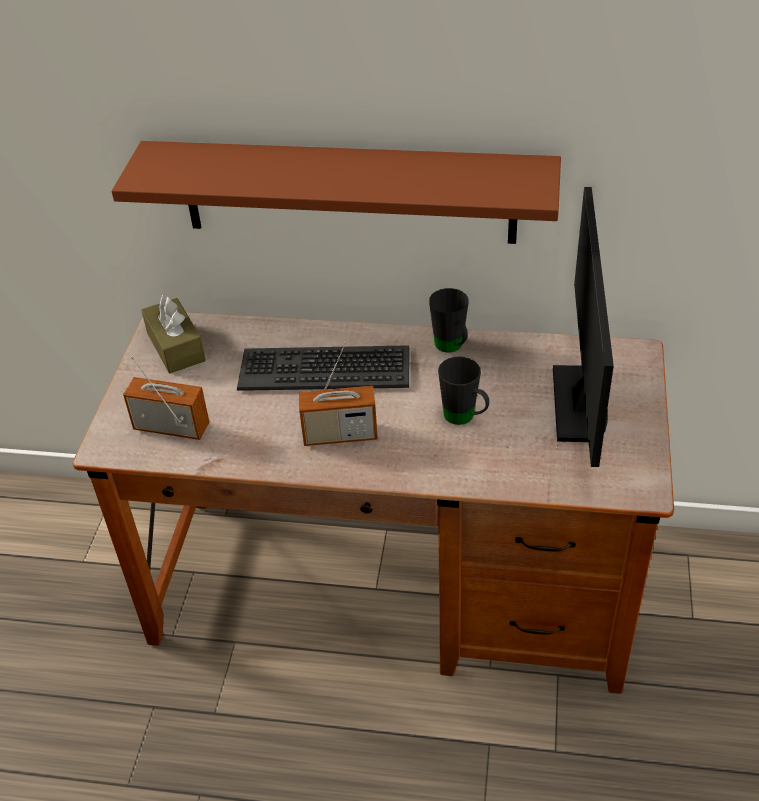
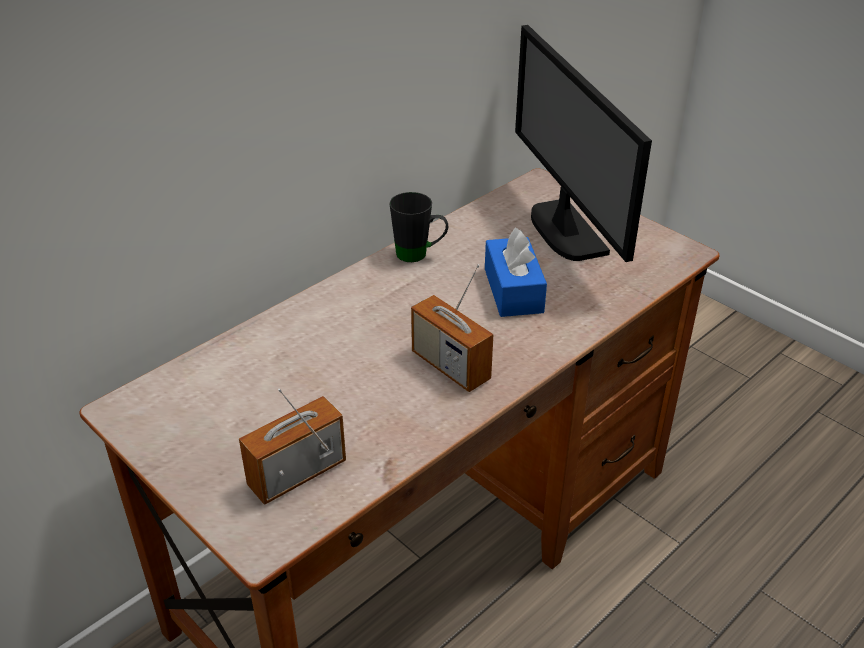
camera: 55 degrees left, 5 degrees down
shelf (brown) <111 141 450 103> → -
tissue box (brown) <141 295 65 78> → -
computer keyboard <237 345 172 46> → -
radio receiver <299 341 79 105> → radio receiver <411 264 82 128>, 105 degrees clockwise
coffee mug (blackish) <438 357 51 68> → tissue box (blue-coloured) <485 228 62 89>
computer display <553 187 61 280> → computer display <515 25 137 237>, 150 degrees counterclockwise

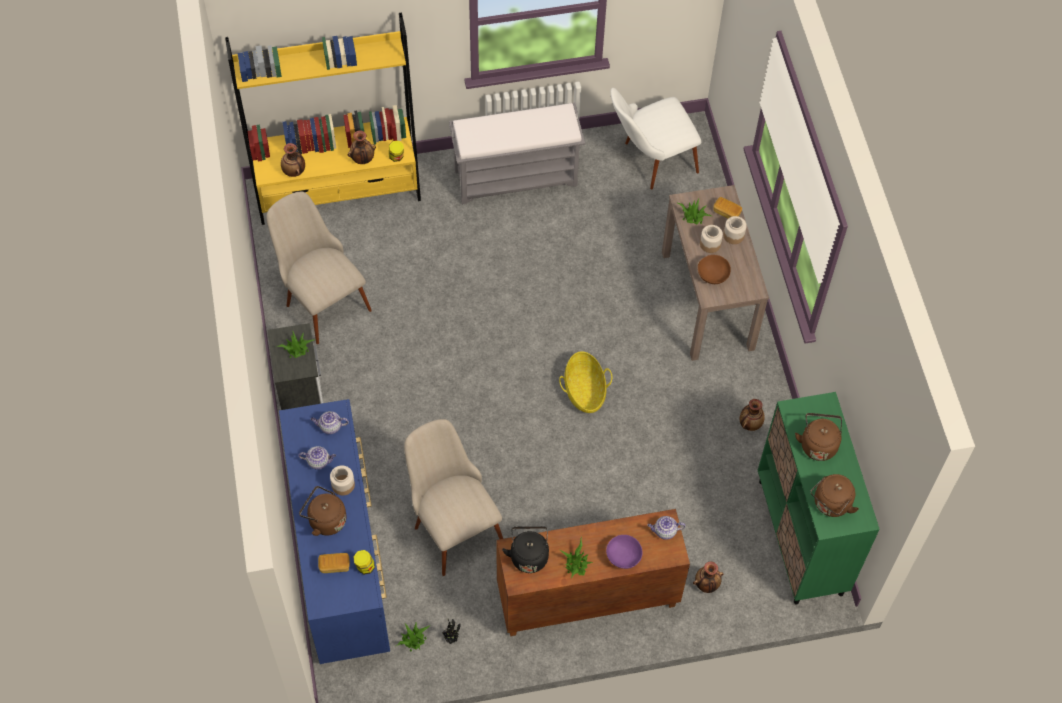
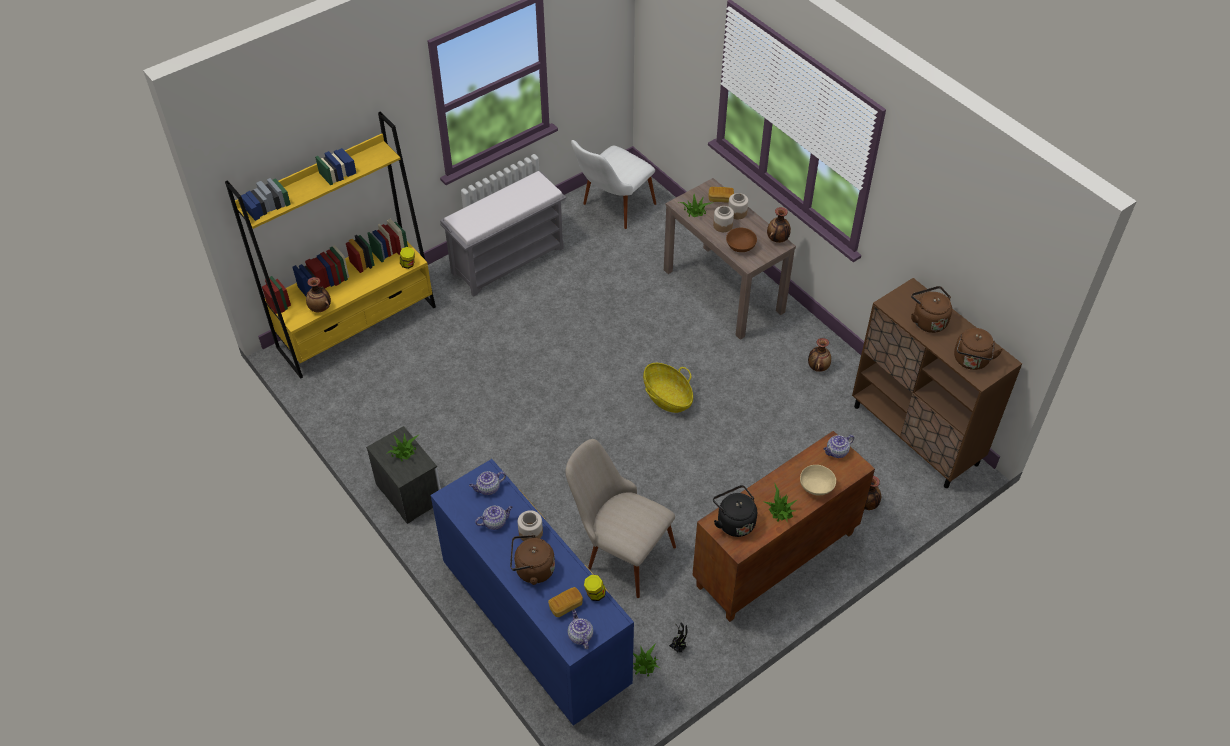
camera: 25 degrees left, 10 degrees down
plain chair (beige-coloured) <266 192 106 152> → -
decorative vase <348 130 28 34> → decorative vase <767 207 24 36>, move
deep dish (purple) <606 535 37 34> → deep dish (beige-coloured) <800 465 36 30>
cupboard (green) <758 392 122 212> → cupboard (brown) <852 278 170 210>
- → teapot <568 609 25 40>

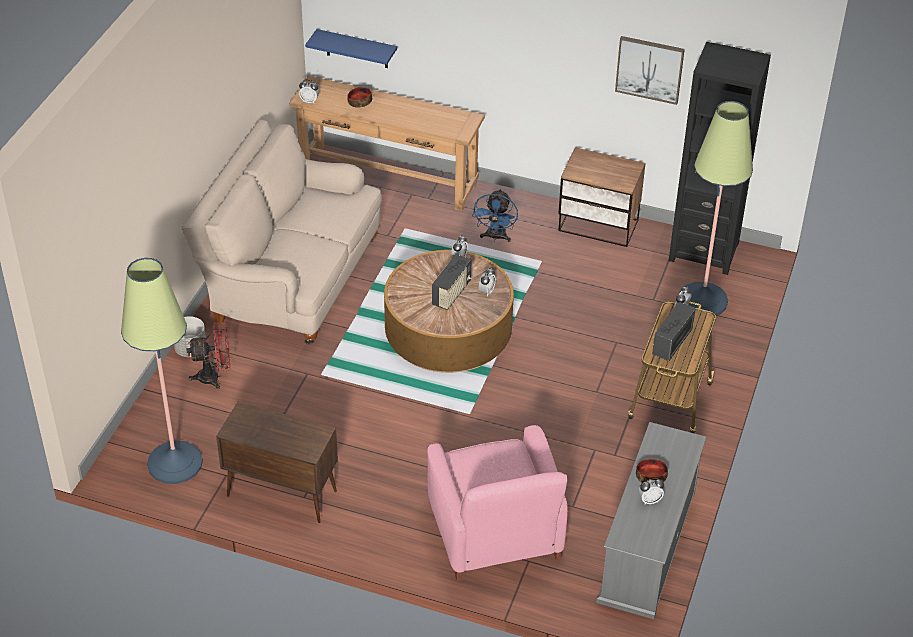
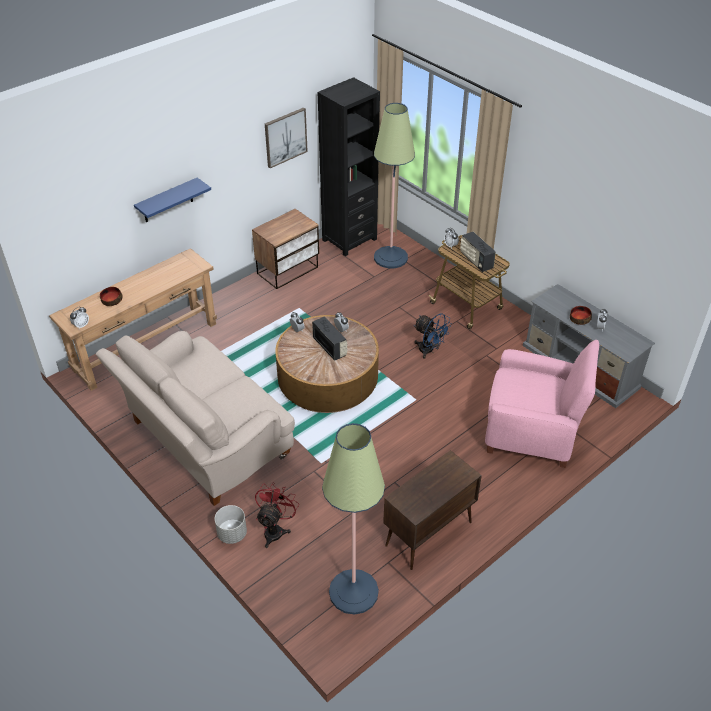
camera: 60 degrees left, 0 degrees up
shelf (blue-coloured) <305 29 92 39> → shelf (blue-coloured) <134 178 77 44>, move
cooling fan (blue-coloured) <472 189 46 53> → cooling fan (blue-coloured) <414 313 38 46>, move

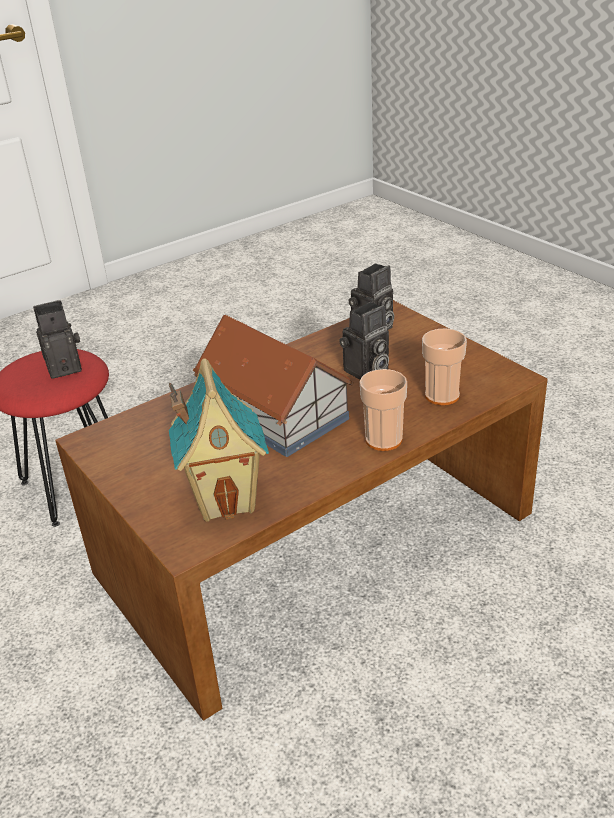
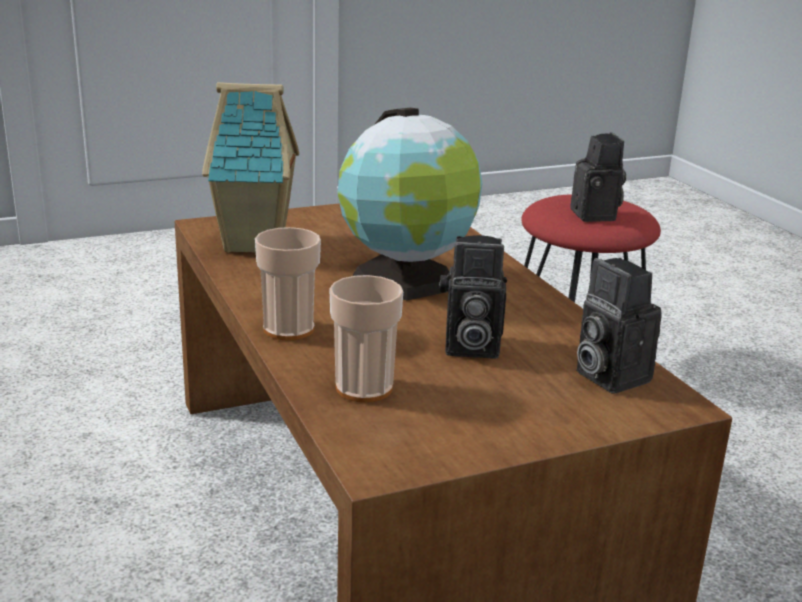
camera: 100 degrees right, 10 degrees down
toy house <193 315 161 142> → world globe <337 108 145 192>
photo camera <339 302 50 78> → photo camera <439 235 68 124>, 60 degrees counterclockwise

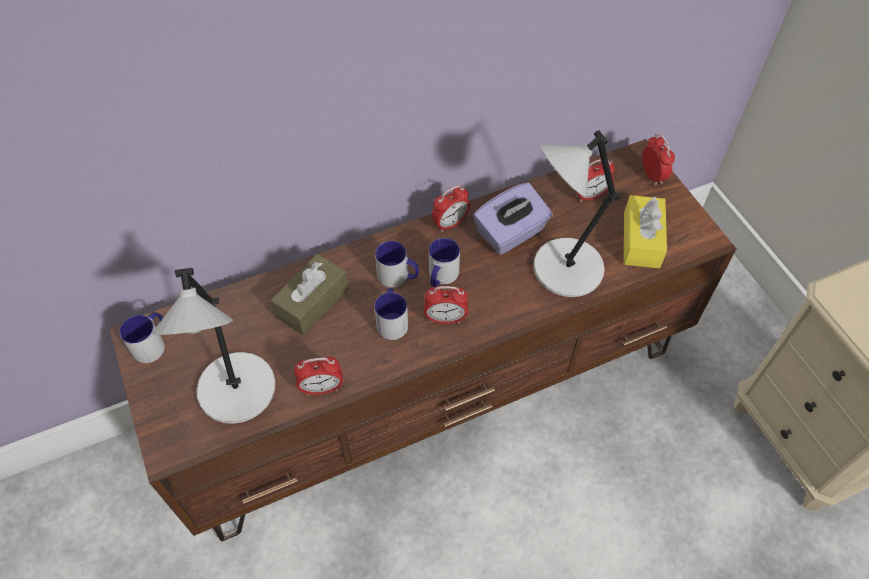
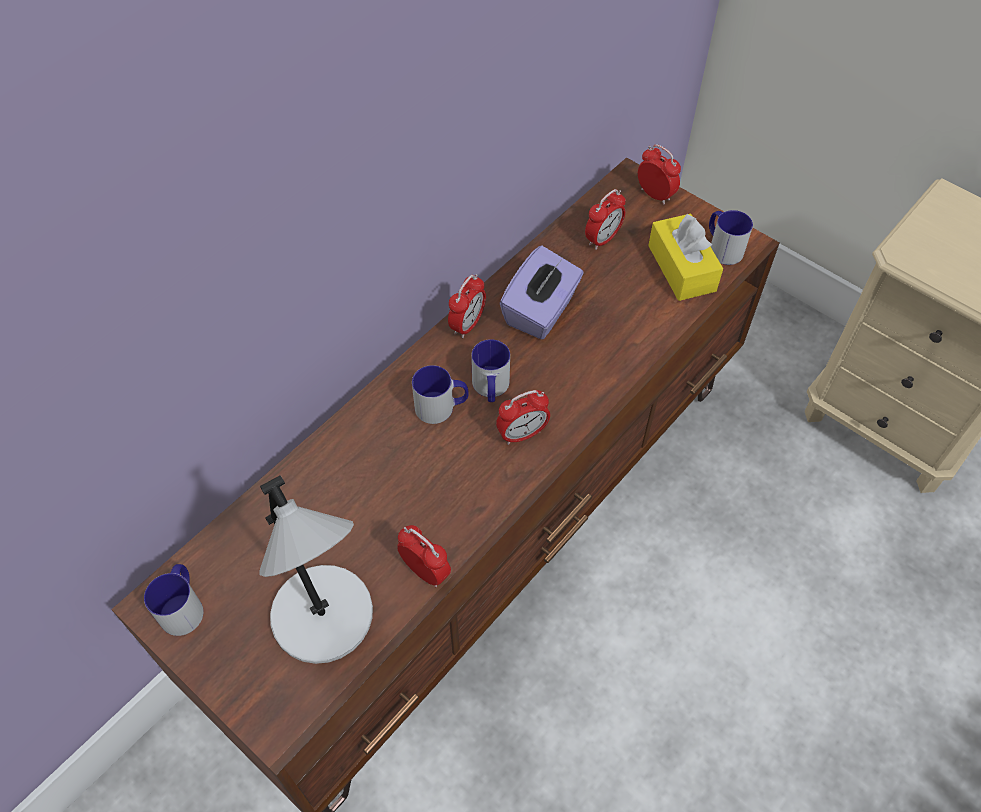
camera: 25 degrees left, 0 degrees up
tissue box (brown) <271 254 77 81> → -
alarm clock <294 357 49 38> → alarm clock <397 525 54 62>, 105 degrees counterclockwise
coffee mug <374 288 34 52> → coffee mug <709 210 44 55>, move
tabletop lamp (greyish) <534 130 85 167> → -

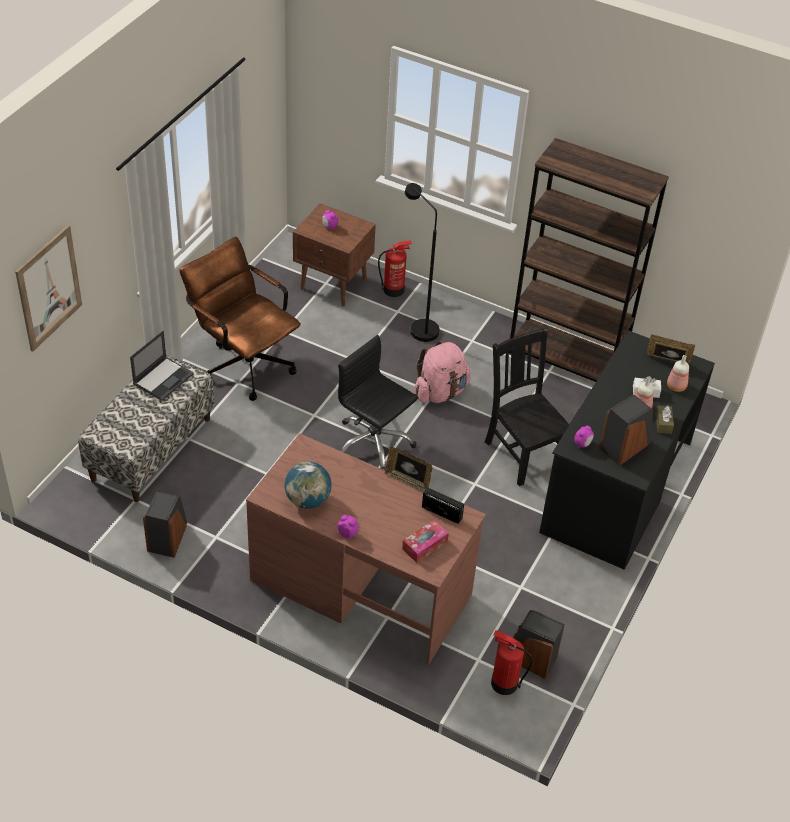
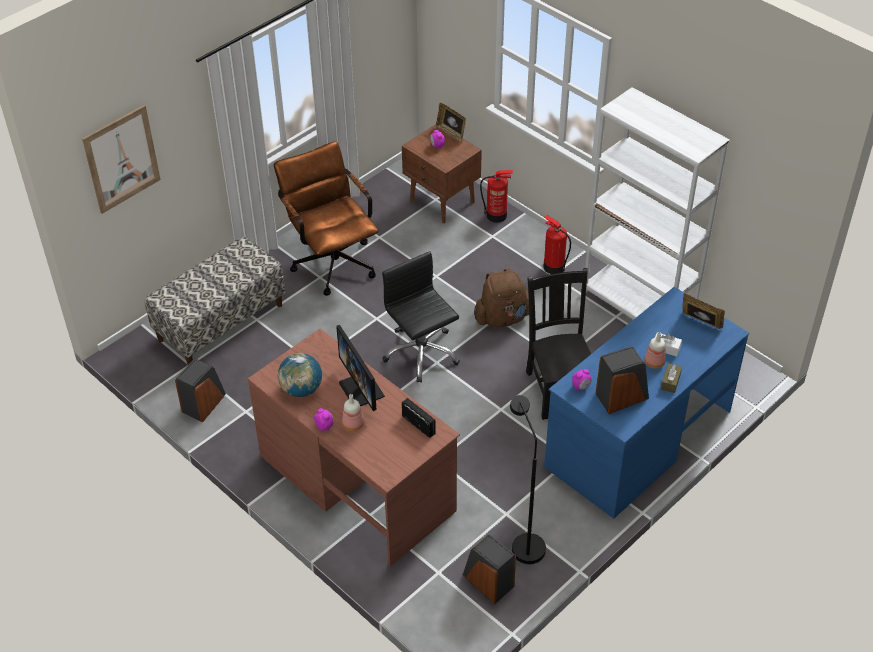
camera: 20 degrees right, 0 degrees up
laptop <130 331 64 70> → -
photo frame <385 447 47 46> → photo frame <436 103 30 40>, move
tissue box <402 520 47 43> → -
standard lamp (blackish) <405 183 34 159> → standard lamp (blackish) <510 395 36 169>, move
knapsack (pink) <414 340 57 63> → knapsack (brown) <474 269 55 59>
fire extinguisher <491 630 42 65> → fire extinguisher <544 215 27 59>, move
bookcase (brown) <509 138 160 244> → bookcase (white-coloured) <585 87 145 233>
desk (blackish) <539 330 176 239> → desk (blue-coloured) <544 287 205 231>
bottle <667 355 22 37> → bottle <342 394 22 37>, move
- → computer display <336 325 49 86>

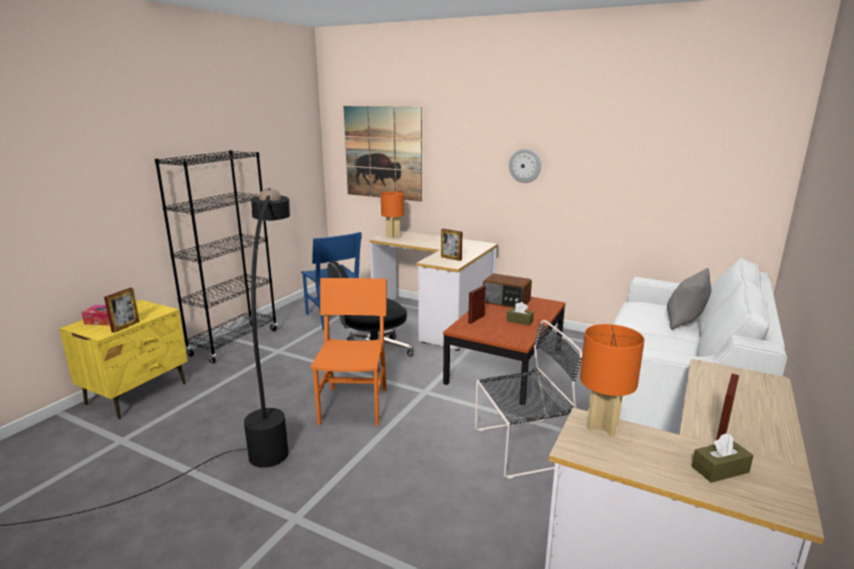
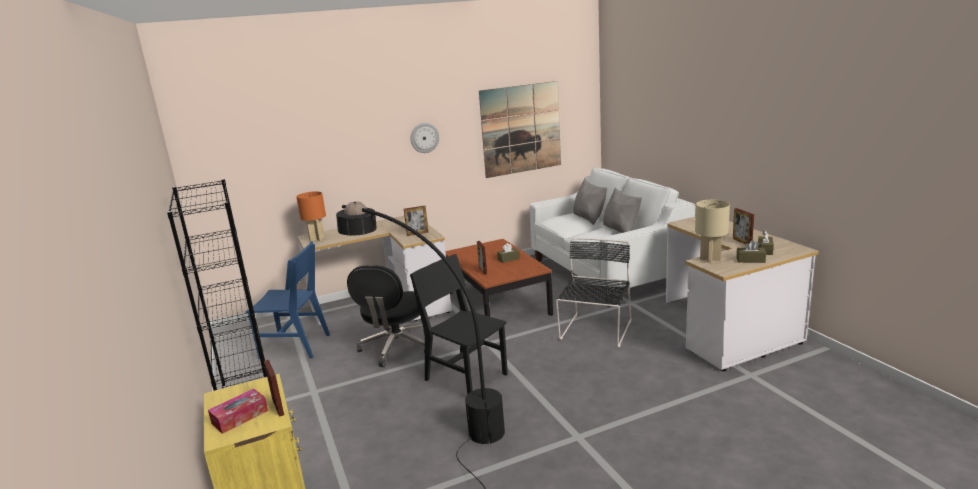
camera: 50 degrees left, 0 degrees up
plain chair (orange-coloured) <310 278 77 148> → plain chair (blackish) <410 254 98 141>
wall picture <344 106 78 96> → wall picture <479 81 82 97>, move
radio receiver <483 274 49 34> → -
tabletop lamp (orange-coloured) <580 324 65 112> → tabletop lamp (beige-coloured) <695 200 35 63>
- → cushion (greyish) <603 188 39 45>
- → tissue box (brown) <736 240 30 23>

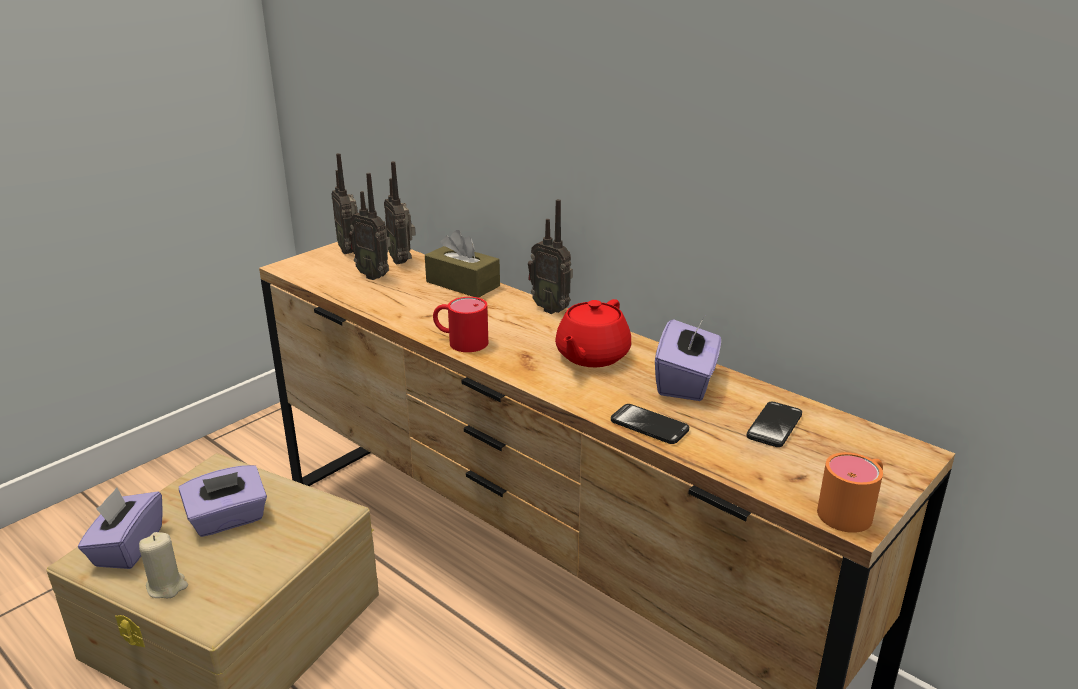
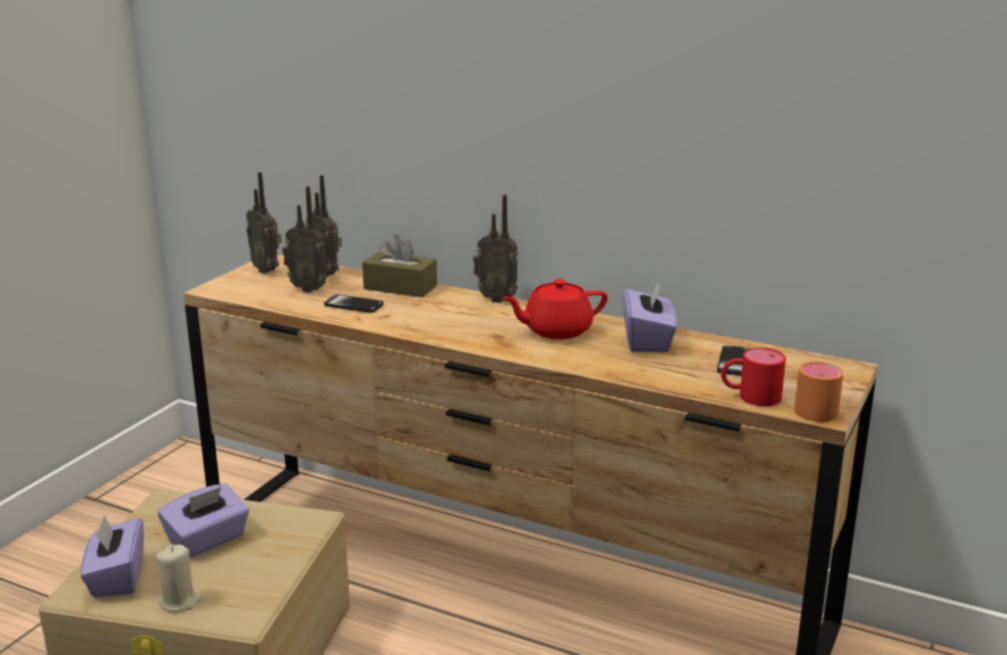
camera: 15 degrees left, 5 degrees down
coffee mug (red) <433 297 55 55> → coffee mug (red) <721 348 65 58>, move
teapot (red) <555 299 76 68> → teapot (red) <502 279 106 60>, 60 degrees clockwise
phone <611 404 78 40> → phone <324 295 59 18>, move

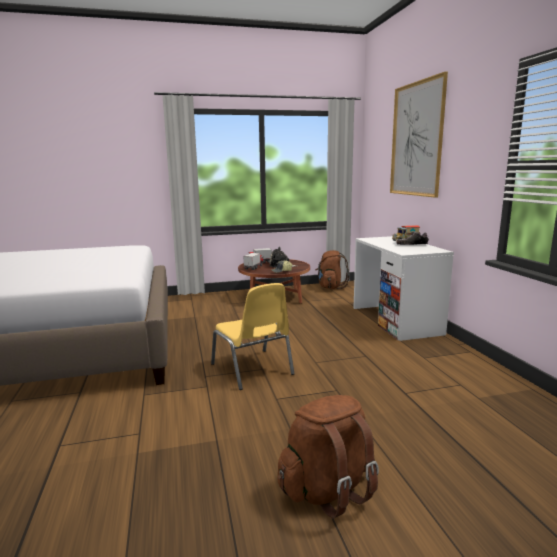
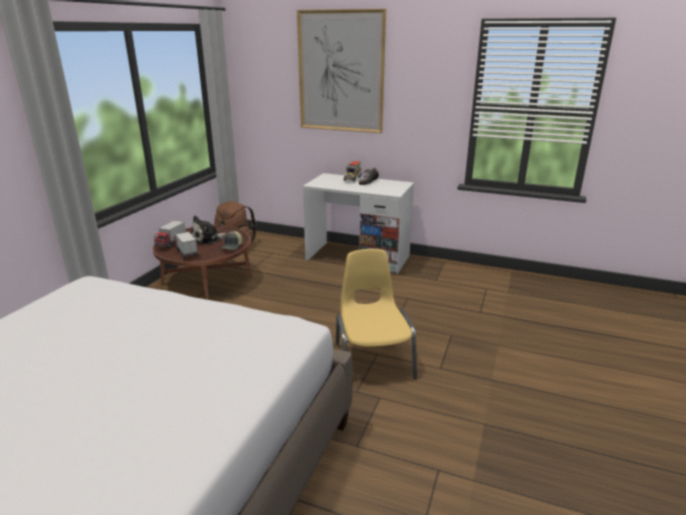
camera: 55 degrees left, 10 degrees up
plain chair (yellow-coloured) <211 283 84 107> → plain chair (yellow-coloured) <336 249 81 130>, 105 degrees counterclockwise
knapsack (brown) <278 395 101 123> → -

